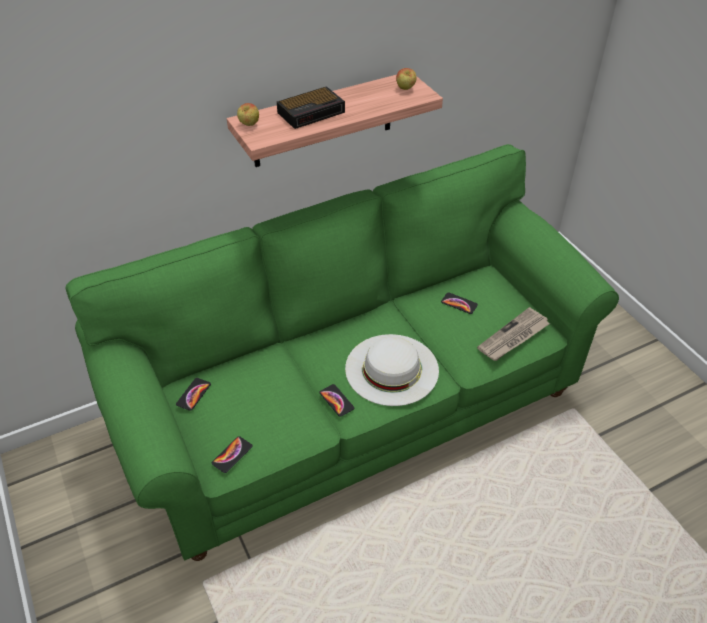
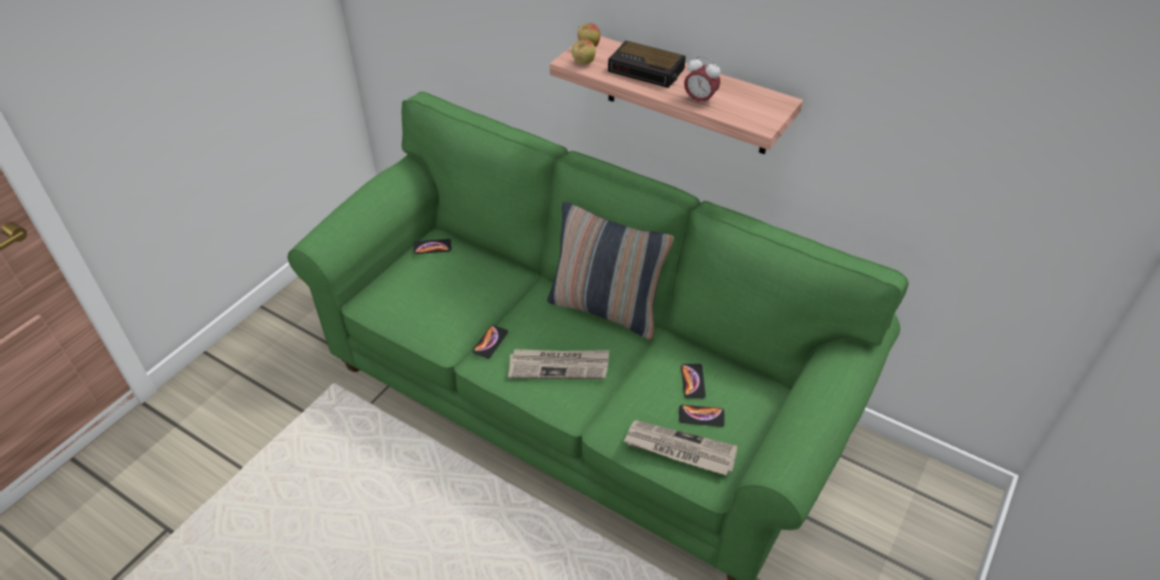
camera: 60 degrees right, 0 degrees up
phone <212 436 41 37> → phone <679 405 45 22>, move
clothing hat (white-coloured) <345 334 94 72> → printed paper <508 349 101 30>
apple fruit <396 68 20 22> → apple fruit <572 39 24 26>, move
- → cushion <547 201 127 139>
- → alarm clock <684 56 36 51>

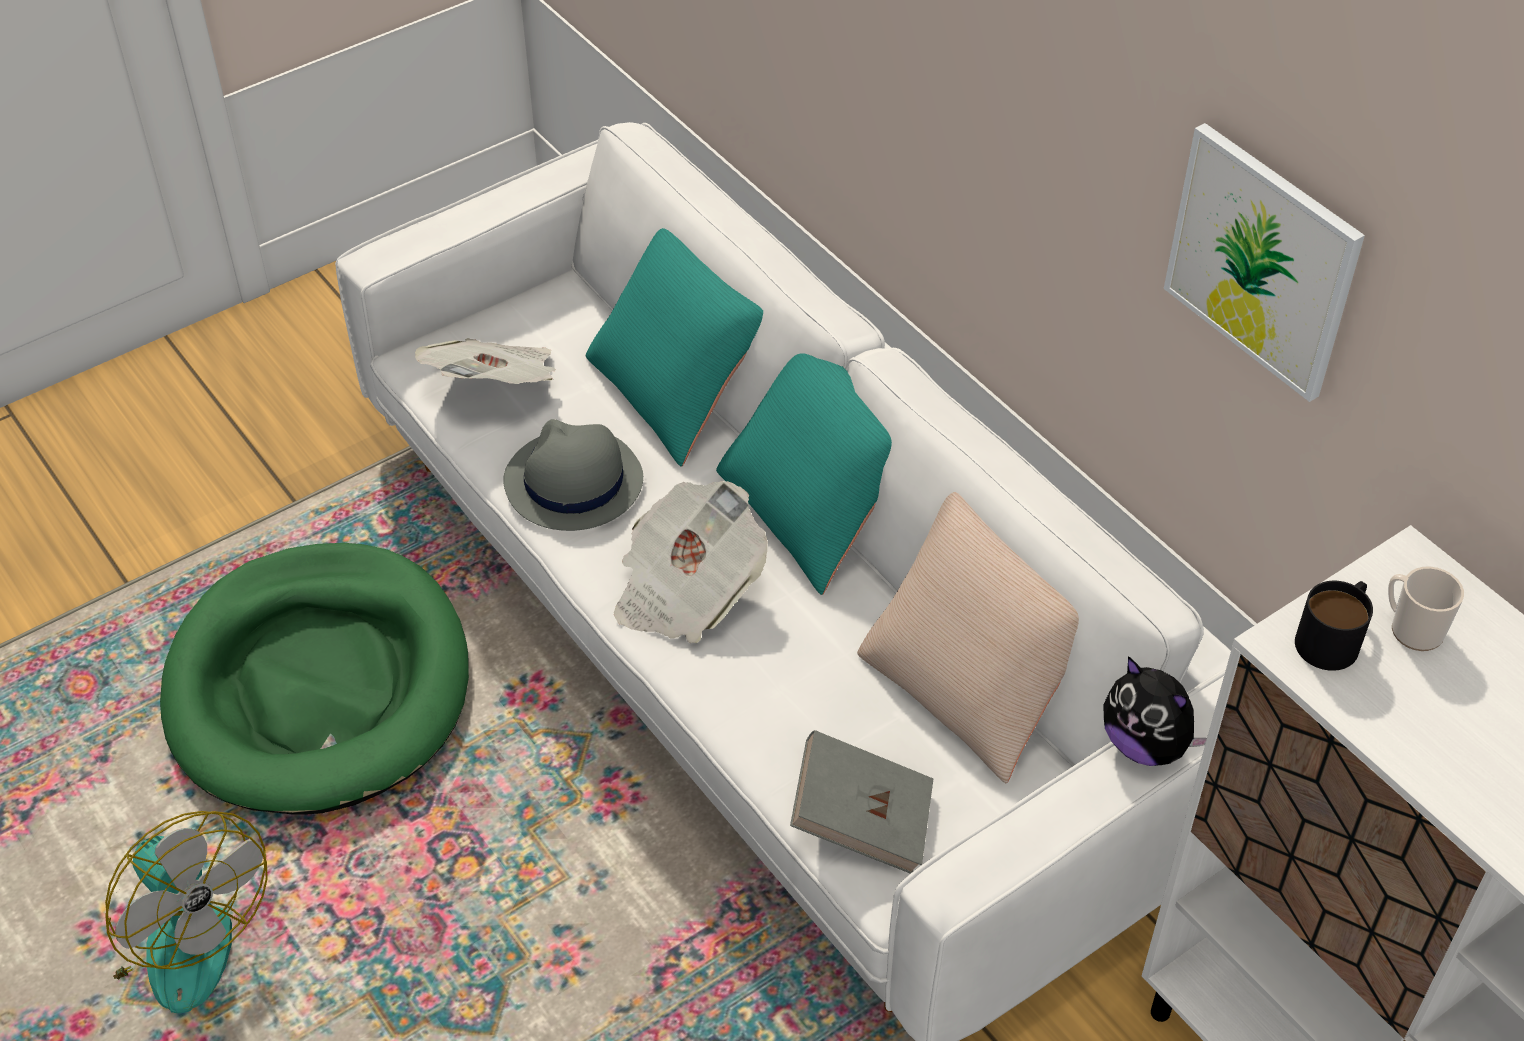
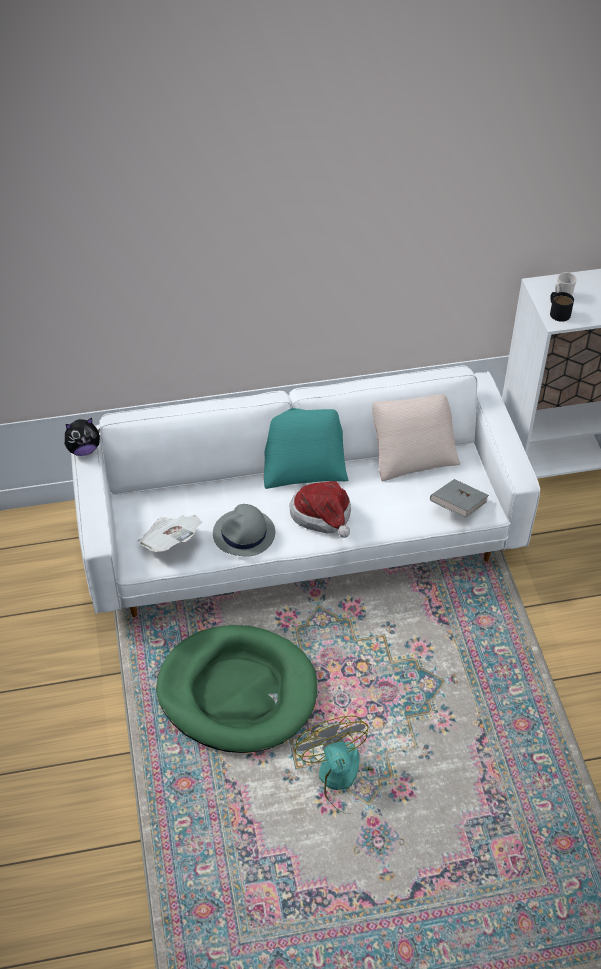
camera: 65 degrees left, 0 degrees up
cooling fan <105 811 163 202> → cooling fan <295 716 79 98>, 90 degrees counterclockwise
cushion (turquoise-coloured) <586 228 177 239> → -
printed paper <614 481 154 162> → clothing hat <289 481 62 57>
soft toy <1104 656 103 110> → soft toy <65 418 35 38>, move
wall picture <1164 123 201 279> → -

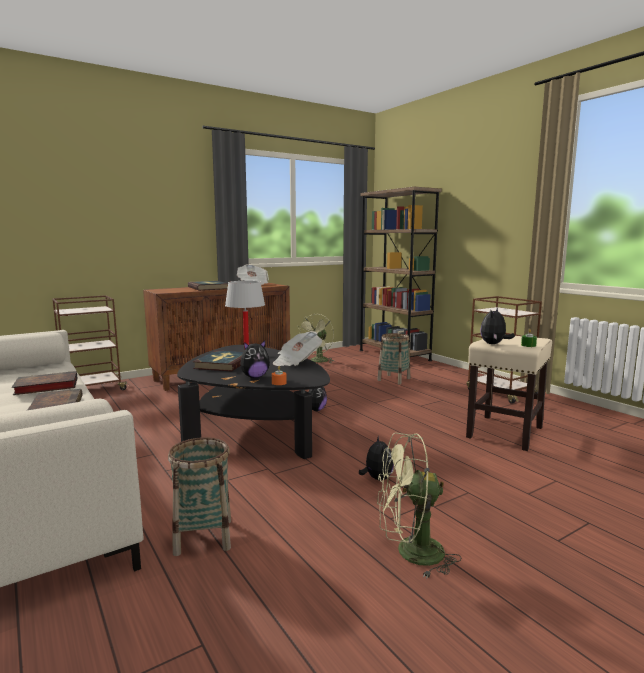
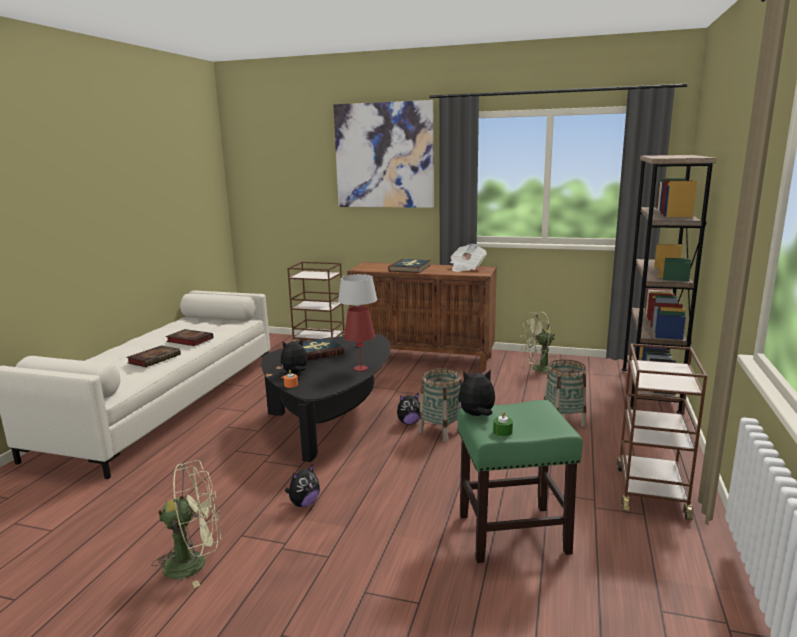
camera: 50 degrees right, 5 degrees up
storage basket <168 437 63 119> → storage basket <418 368 44 74>, move
soft toy <240 340 30 38> → soft toy <280 339 28 34>, 135 degrees clockwise
printed paper <273 331 49 35> → tabletop lamp (red) <344 306 31 65>
cooling fan (green) <377 433 85 146> → cooling fan (green) <152 460 69 128>, 120 degrees clockwise
sitting stool (beige-coloured) <466 336 86 115> → sitting stool (green) <457 400 126 163>
- → wall picture <333 100 101 108>

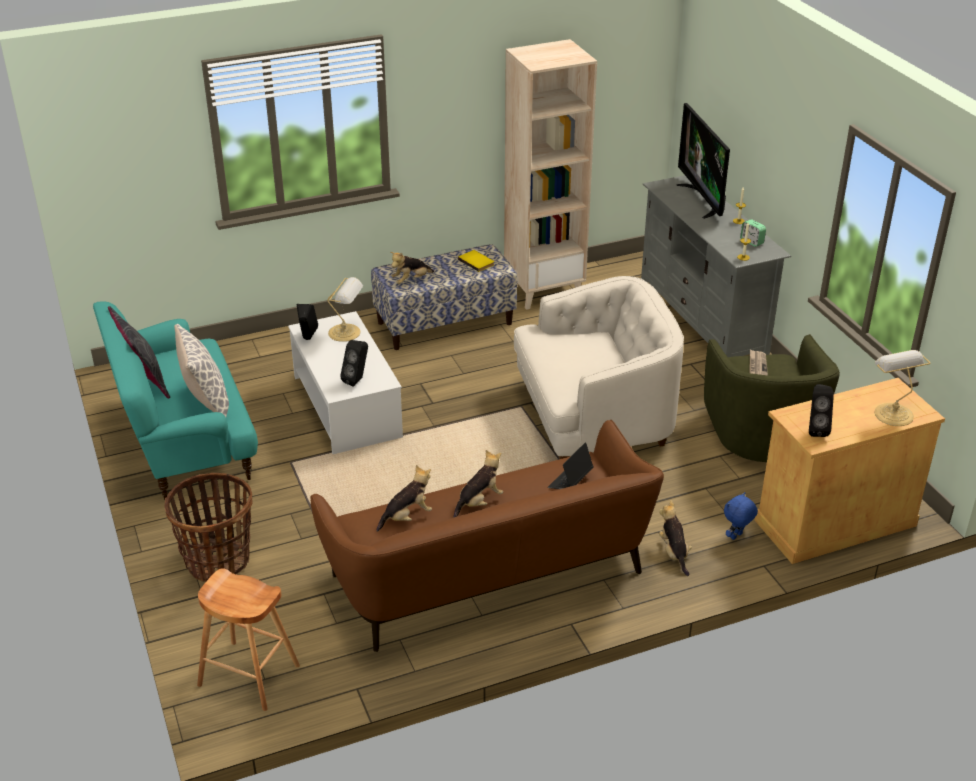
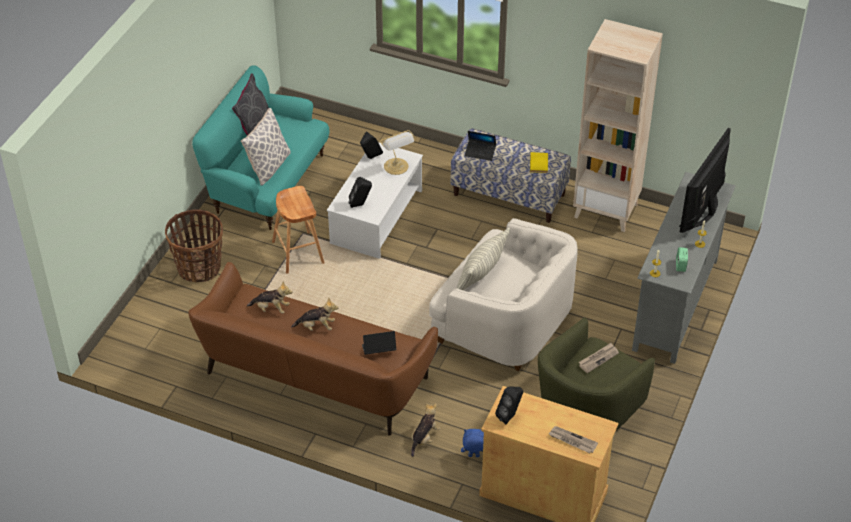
camera: 45 degrees right, 10 degrees up
sitting stool (brown) <197 568 103 143> → sitting stool (brown) <272 186 53 88>, move
soft toy <390 252 44 32> → laptop <465 131 31 30>
tabletop lamp <875 350 56 76> → printed paper <549 426 49 27>
- → cushion <457 228 53 62>

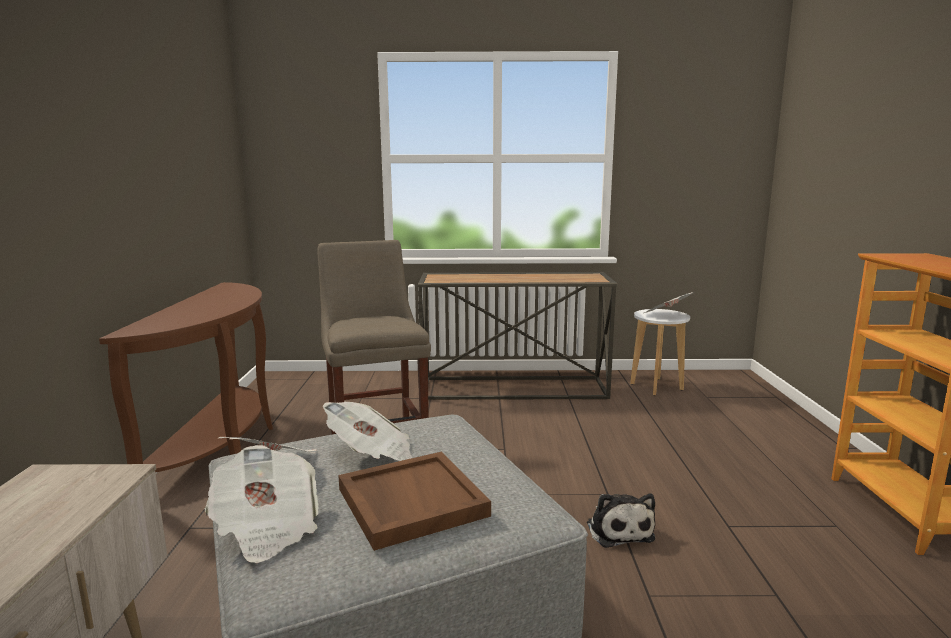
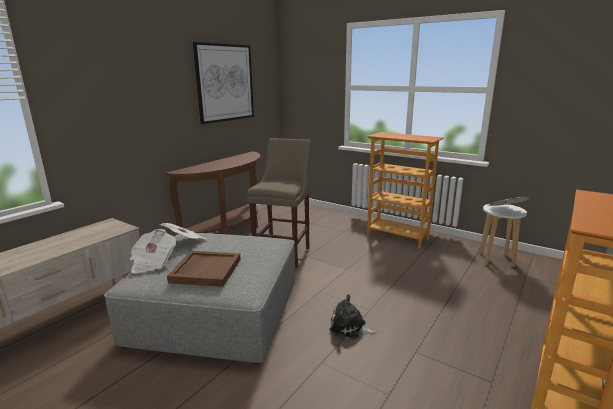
camera: 35 degrees right, 5 degrees up
printed paper <323 402 89 59> → -
hall table <417 272 200 128> → bookcase <367 132 77 117>
soft toy <587 493 68 55> → soft toy <329 294 48 45>, 90 degrees clockwise
- → wall picture <193 42 61 82>

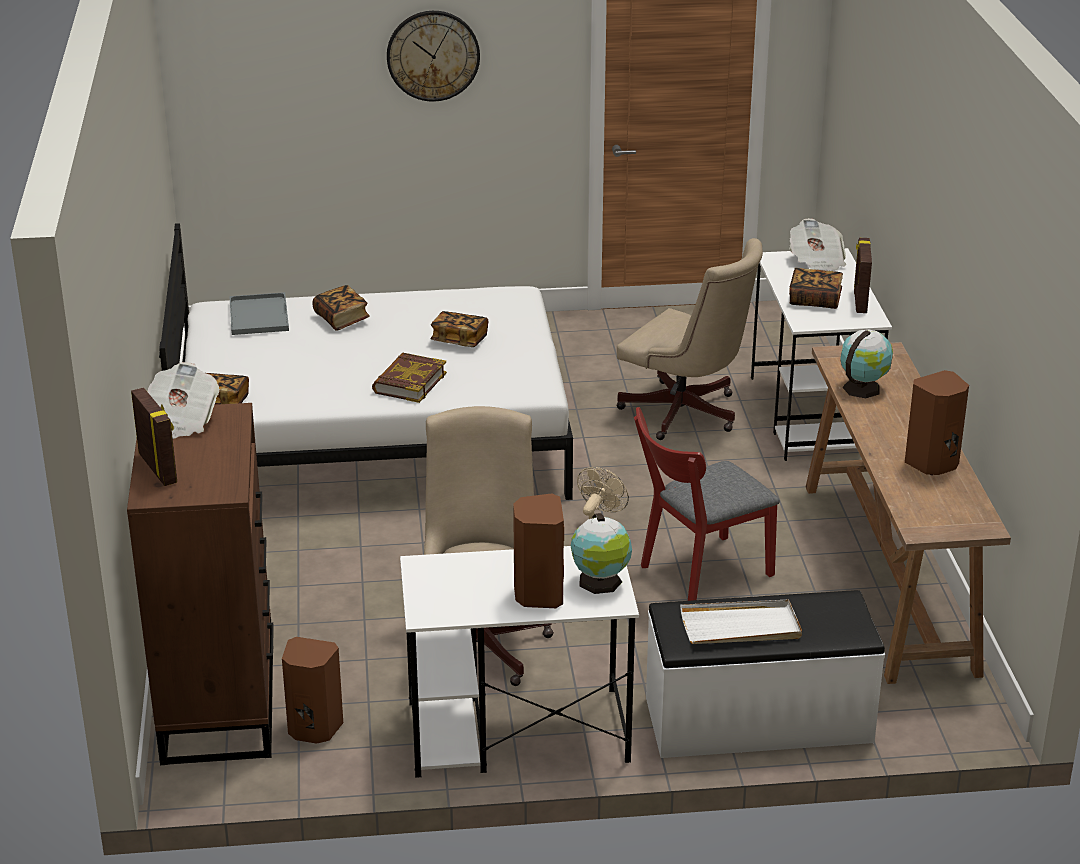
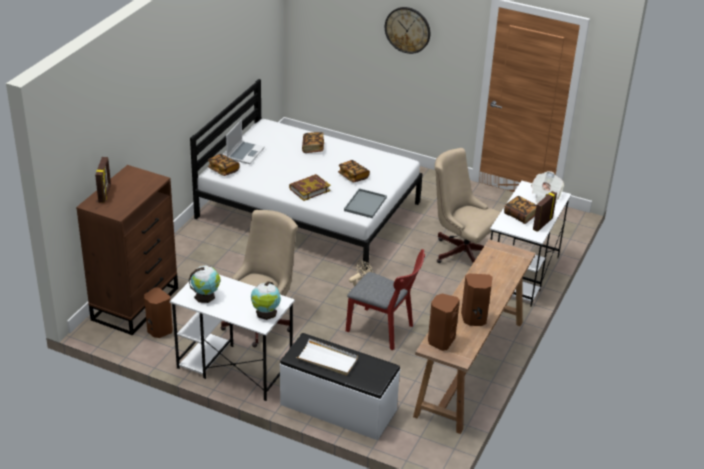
camera: 30 degrees right, 5 degrees up
printed paper <147 362 72 77> → -
serving tray (greyish) <229 292 60 43> → serving tray (greyish) <344 188 43 30>, move
loudspeaker (brown) <513 493 51 115> → loudspeaker (brown) <428 294 32 57>, move
desk chair (beige-coloured) <616 238 147 202> → desk chair (beige-coloured) <435 148 66 115>, 150 degrees clockwise
plain chair (red) <634 407 146 194> → plain chair (red) <346 249 79 101>, 150 degrees counterclockwise
world globe <840 329 53 69> → world globe <189 265 31 38>, move
- → laptop <226 119 39 45>

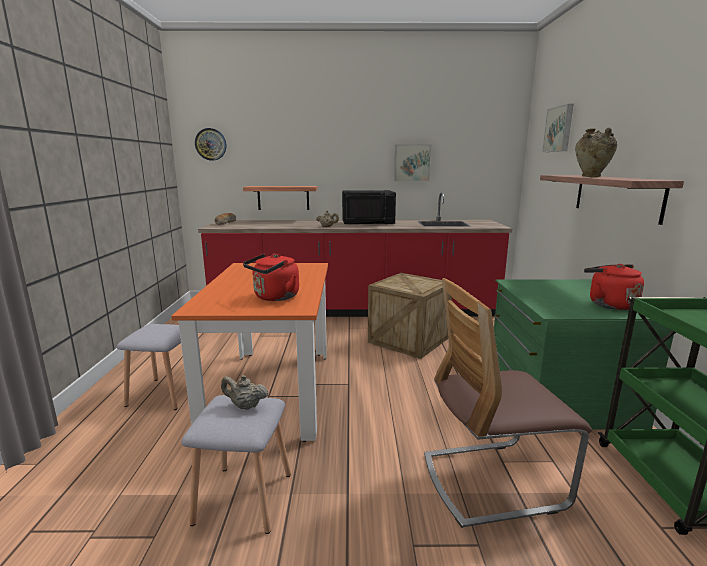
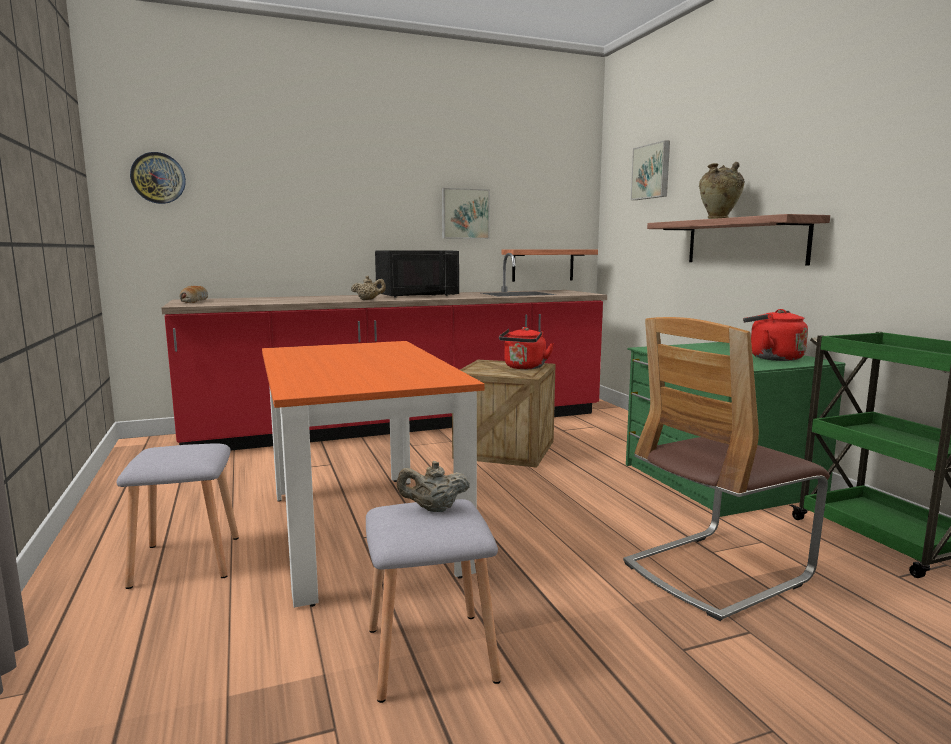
camera: 20 degrees left, 5 degrees down
shelf <243 186 75 24> → shelf <502 249 96 33>, move
water kettle (red) <243 254 56 47> → water kettle (red) <499 327 55 42>, move

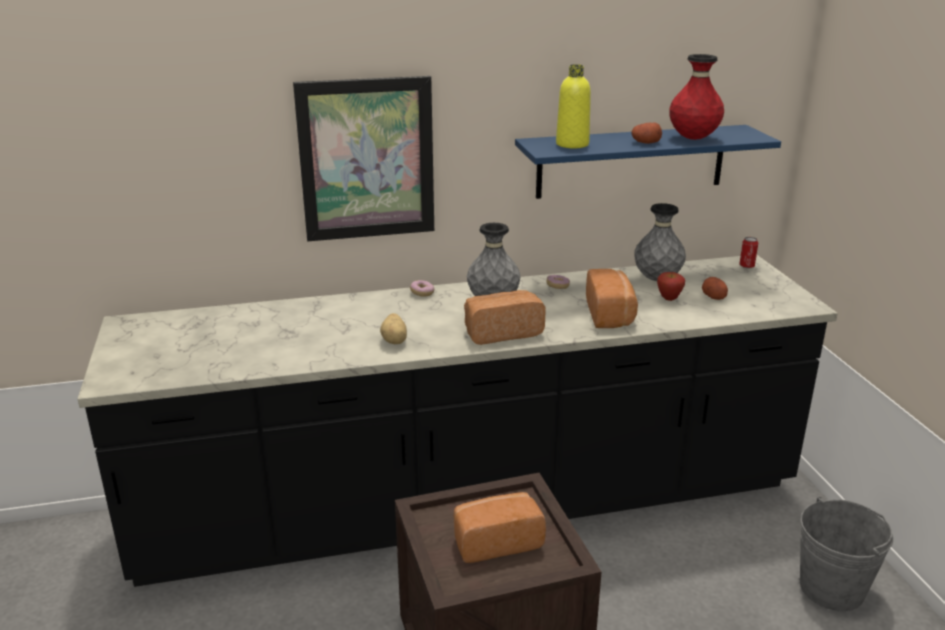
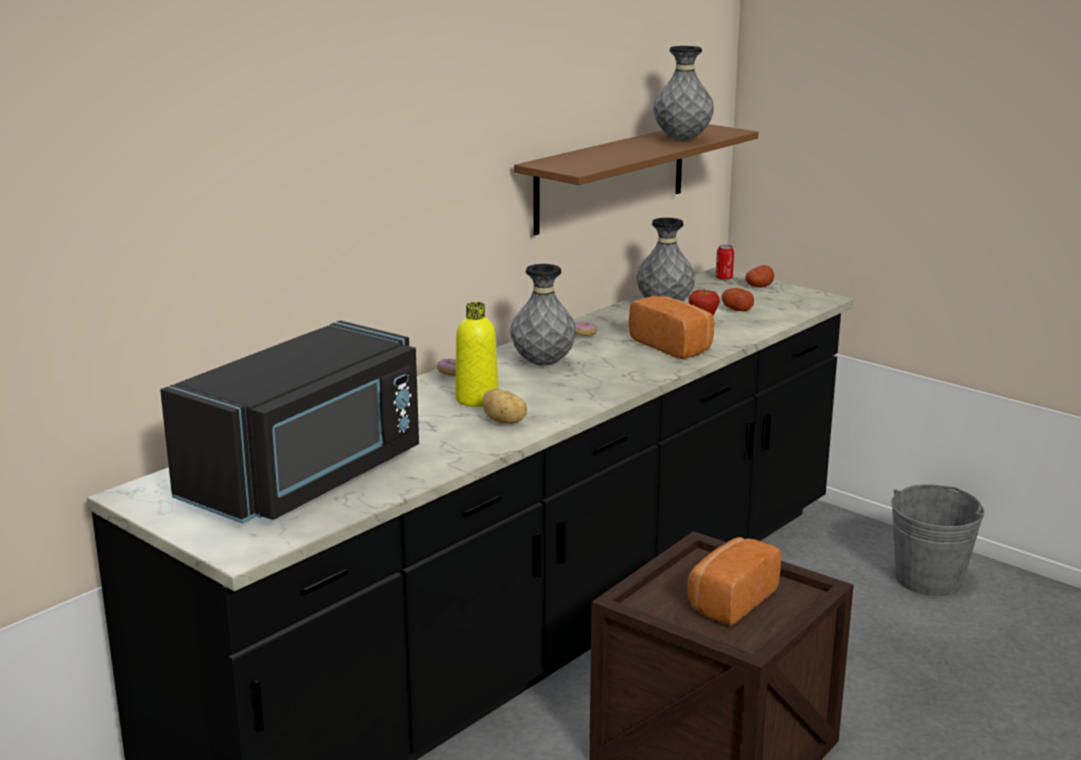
camera: 35 degrees left, 5 degrees down
wall picture <293 76 141 165> → -
baked bread <464 290 82 55> → -
shelf (blue-coloured) <515 125 266 74> → shelf (brown) <514 124 245 111>
bottle (yellow-coloured) <556 64 35 84> → bottle (yellow-coloured) <455 302 43 105>, move
whole potato <631 123 31 21> → whole potato <745 265 29 23>, move
decorative vase (red) <669 54 55 86> → decorative vase (greyish) <653 46 61 94>
- → microwave (blackish) <160 320 259 204>

